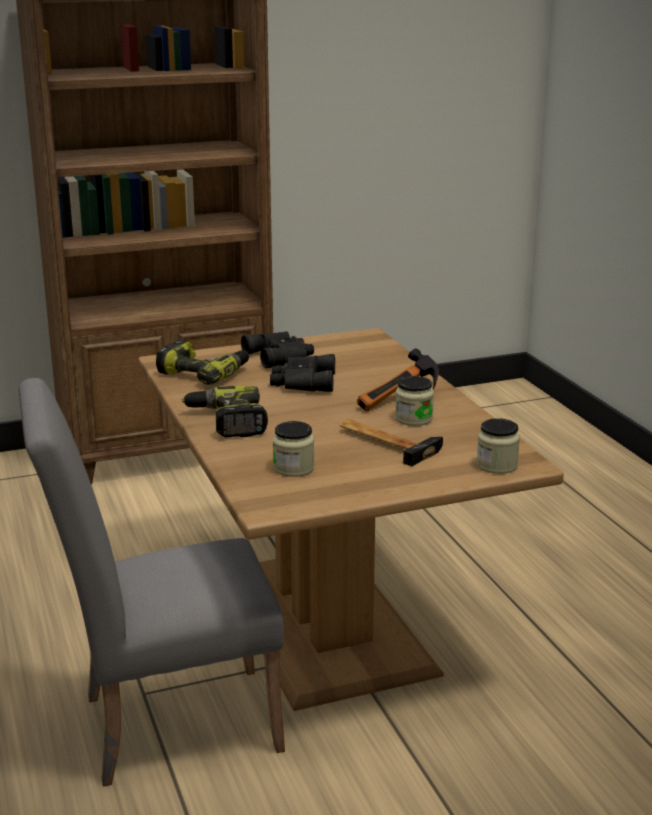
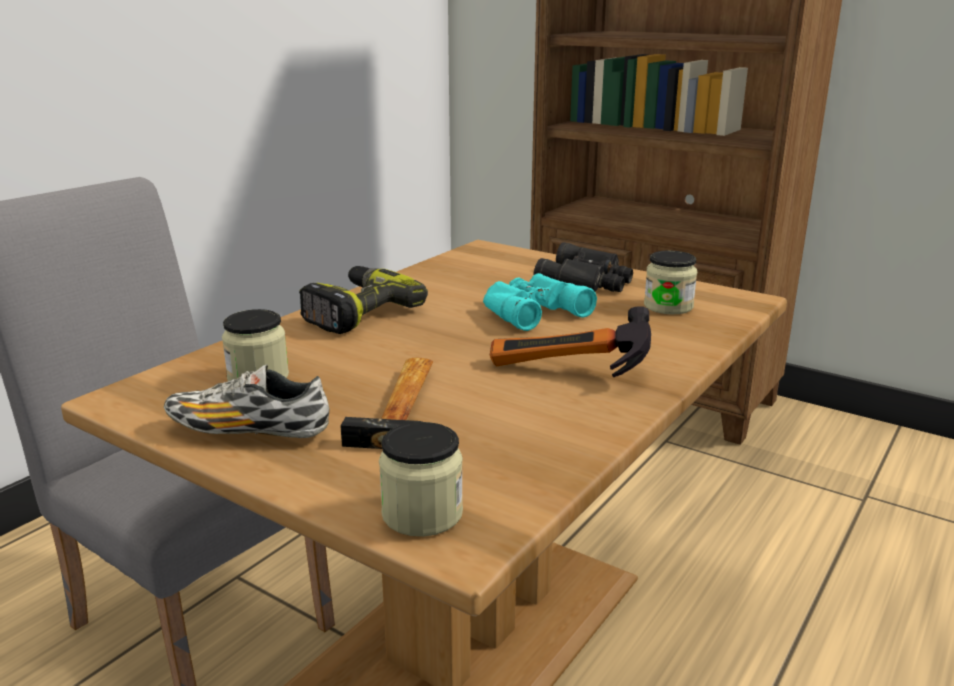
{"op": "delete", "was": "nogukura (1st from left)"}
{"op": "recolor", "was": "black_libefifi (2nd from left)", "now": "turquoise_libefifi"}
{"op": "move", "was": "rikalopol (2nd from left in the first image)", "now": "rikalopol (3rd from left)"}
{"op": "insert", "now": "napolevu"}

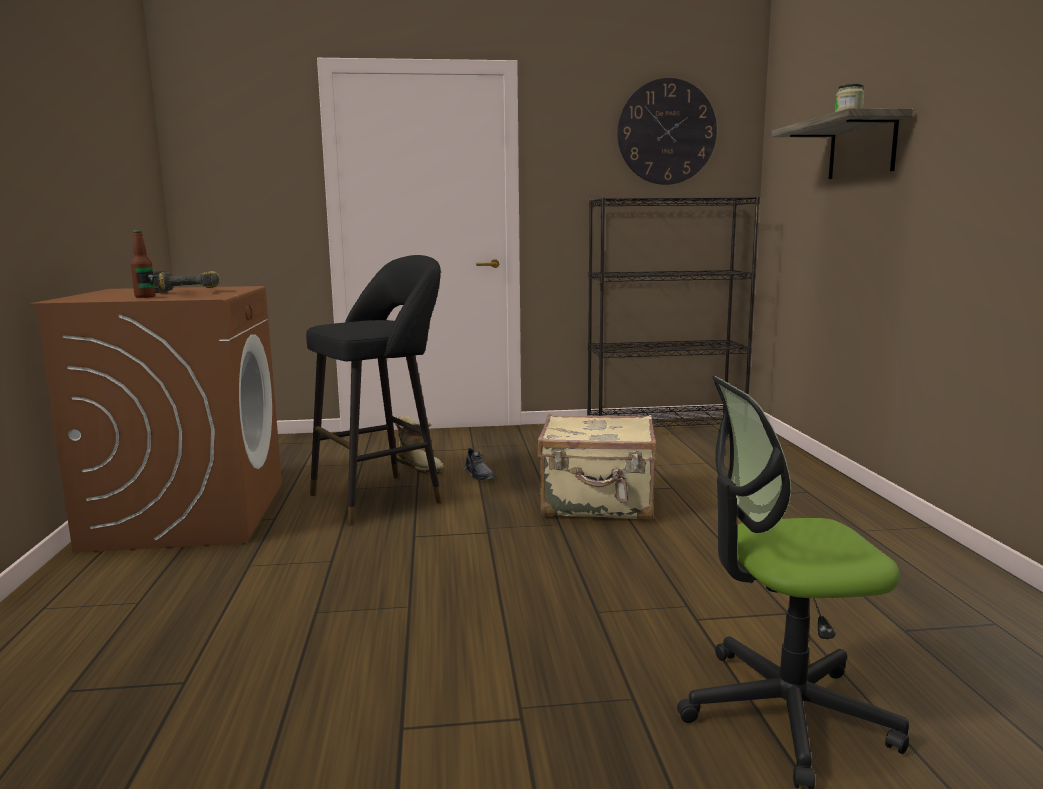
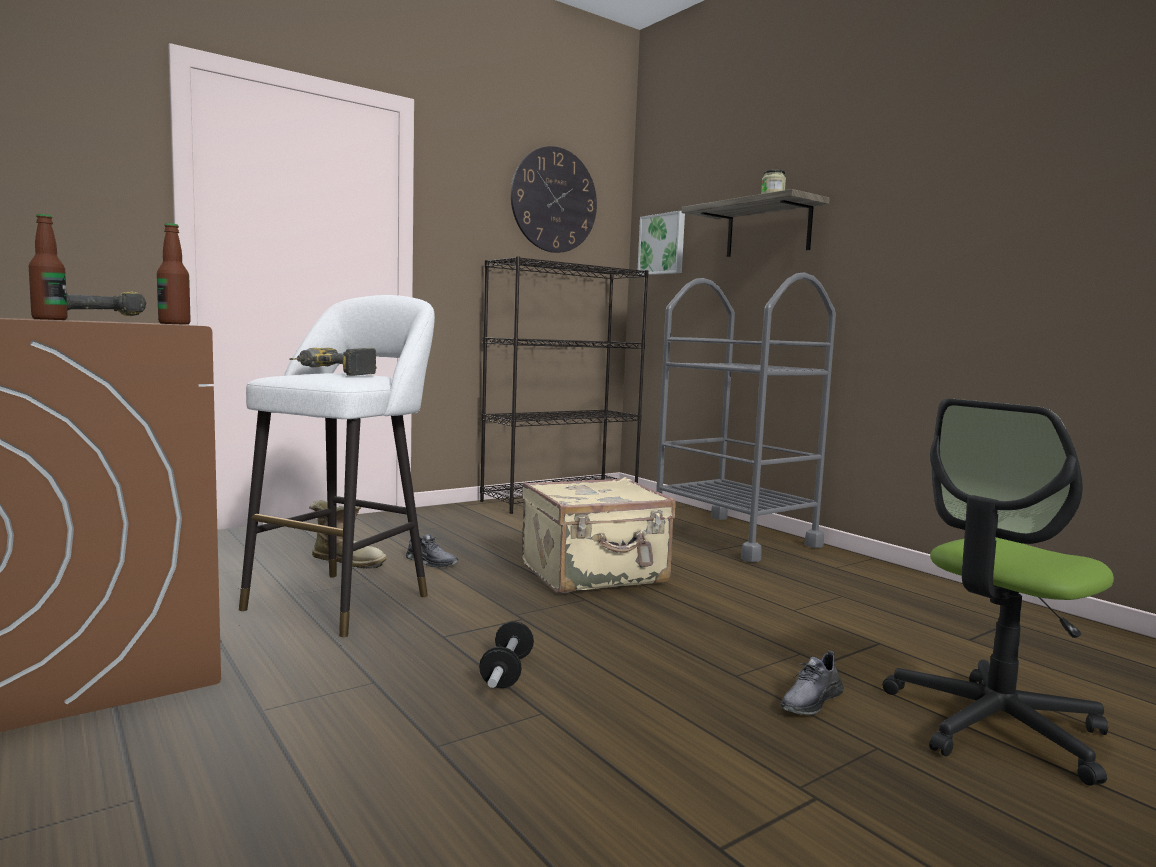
{"op": "recolor", "was": "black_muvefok", "now": "white_muvefok"}
{"op": "insert", "now": "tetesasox"}
{"op": "insert", "now": "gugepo (2nd from left)"}
{"op": "insert", "now": "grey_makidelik"}
{"op": "insert", "now": "nogukura (2nd from left)"}
{"op": "insert", "now": "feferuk"}
{"op": "insert", "now": "grey_napolevu (2nd from left)"}

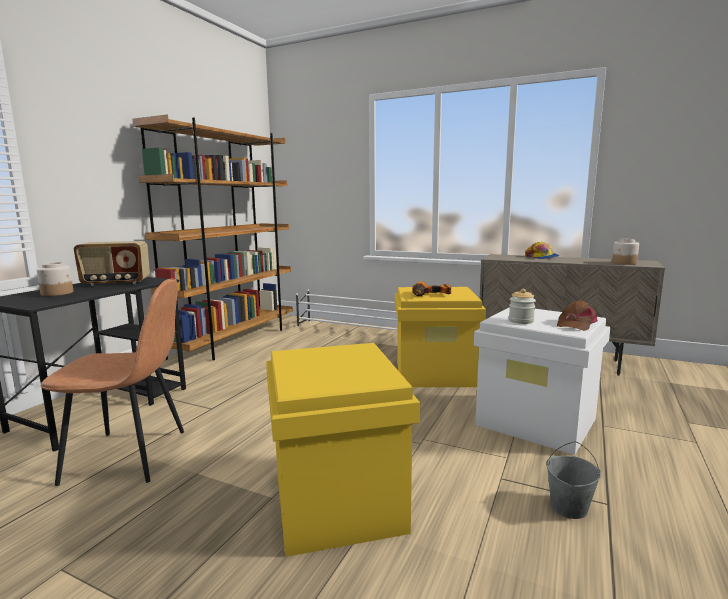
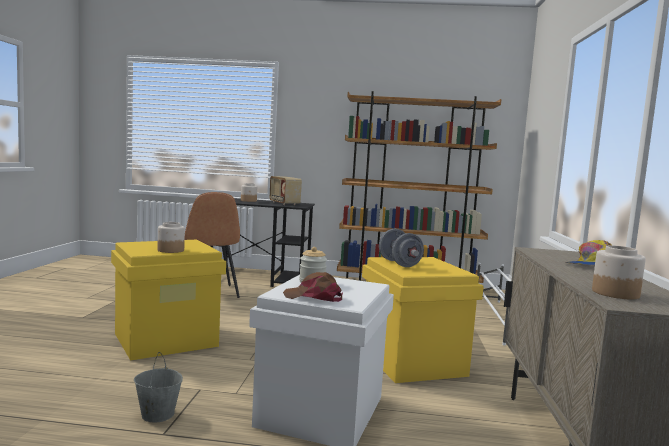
{"op": "replace", "was": "nogukura", "now": "grey_feferuk"}
{"op": "insert", "now": "rikalopol (1st from left)"}

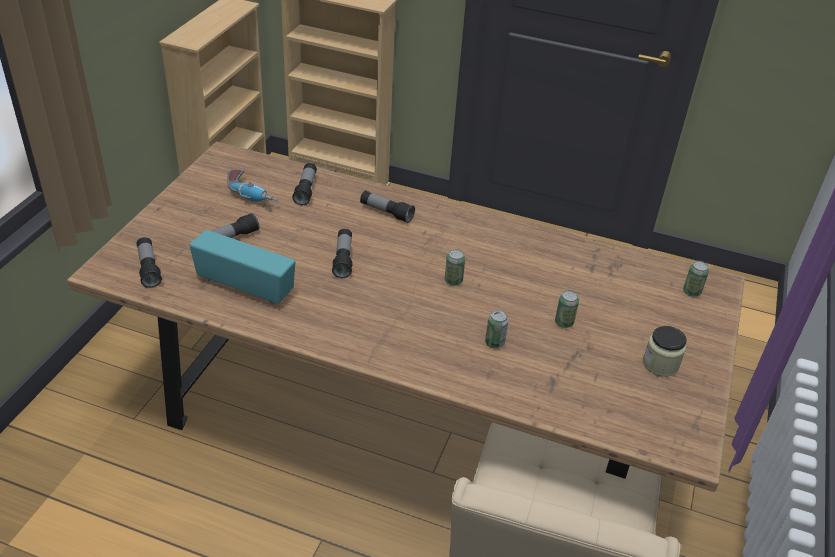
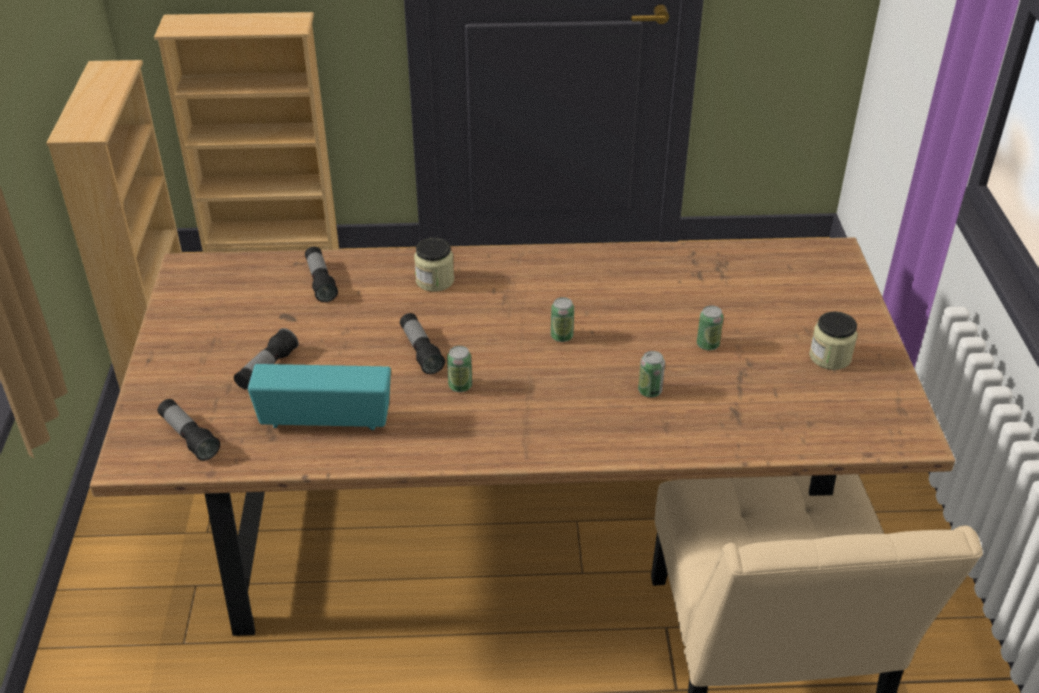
{"op": "delete", "was": "nogukura"}
{"op": "replace", "was": "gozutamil (5th from left)", "now": "rikalopol (1st from left)"}
{"op": "move", "was": "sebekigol (4th from left in the first image)", "now": "sebekigol (1st from left)"}

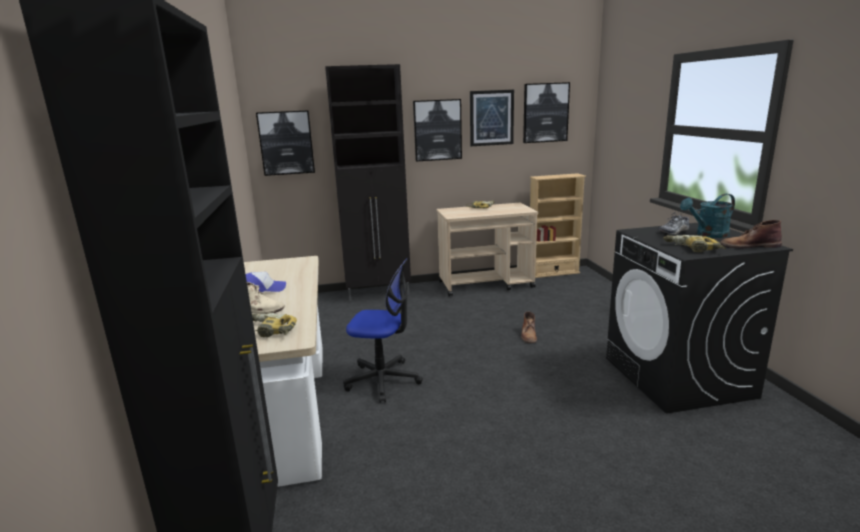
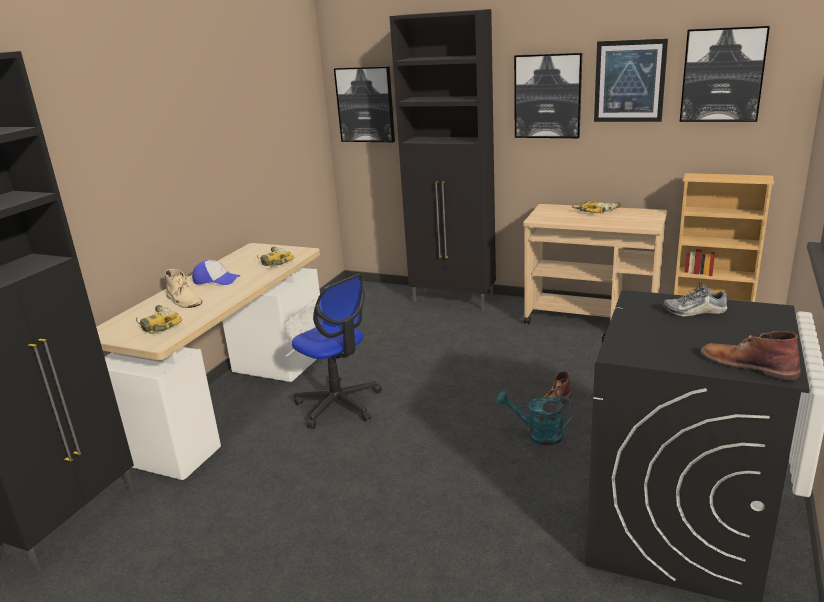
{"op": "move", "was": "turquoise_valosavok"}
{"op": "move", "was": "nogukura (3rd from left in the first image)", "now": "nogukura (2nd from left)"}

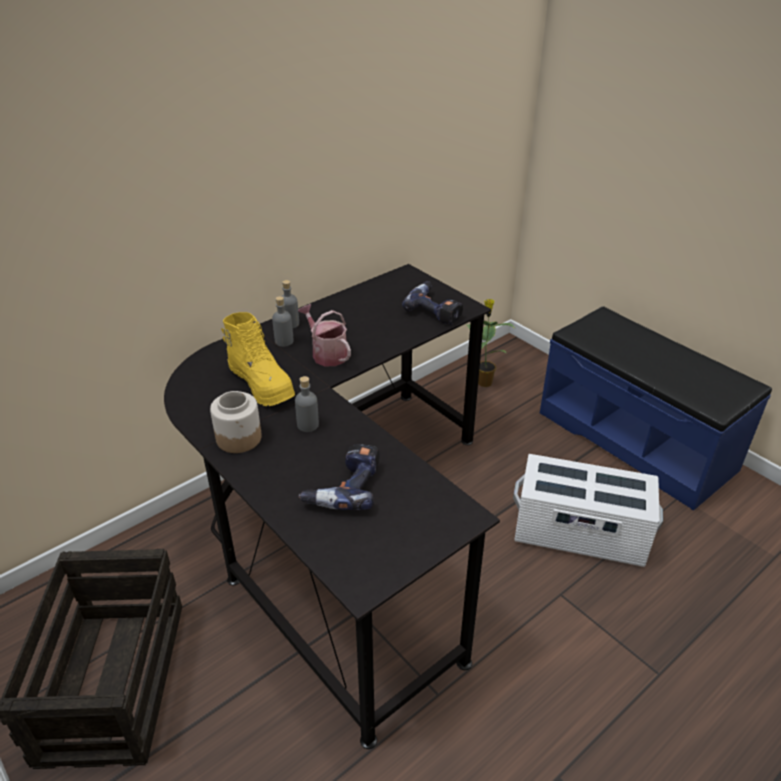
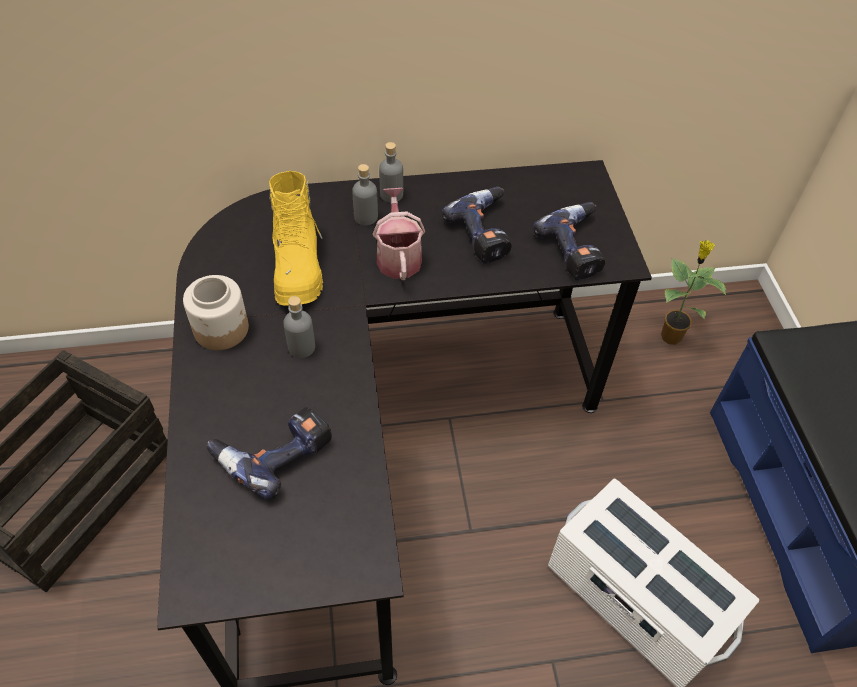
{"op": "insert", "now": "nogukura (2nd from left)"}

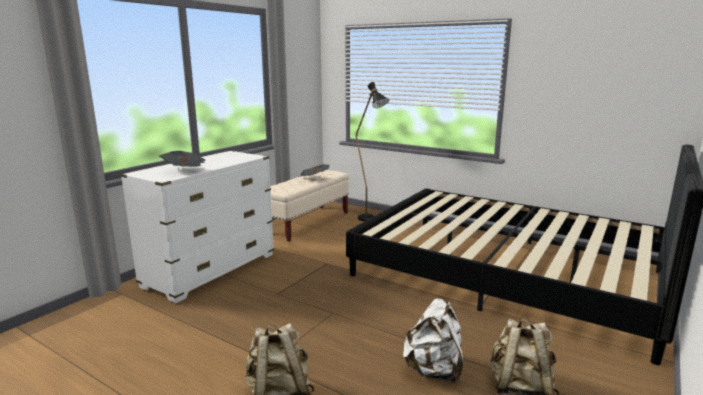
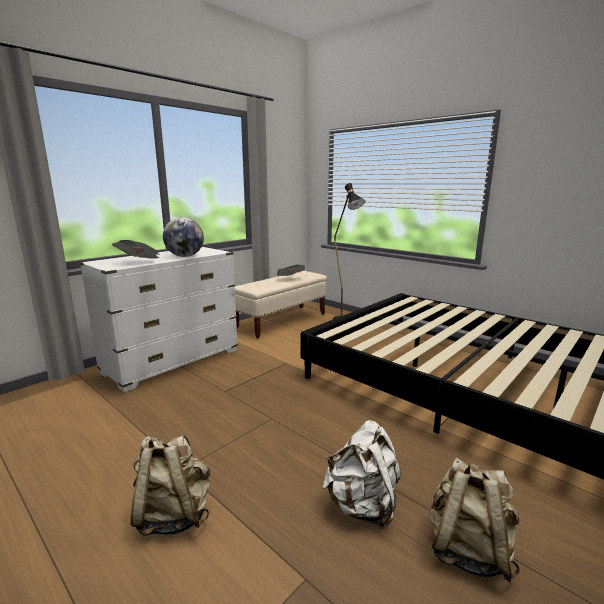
{"op": "insert", "now": "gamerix"}

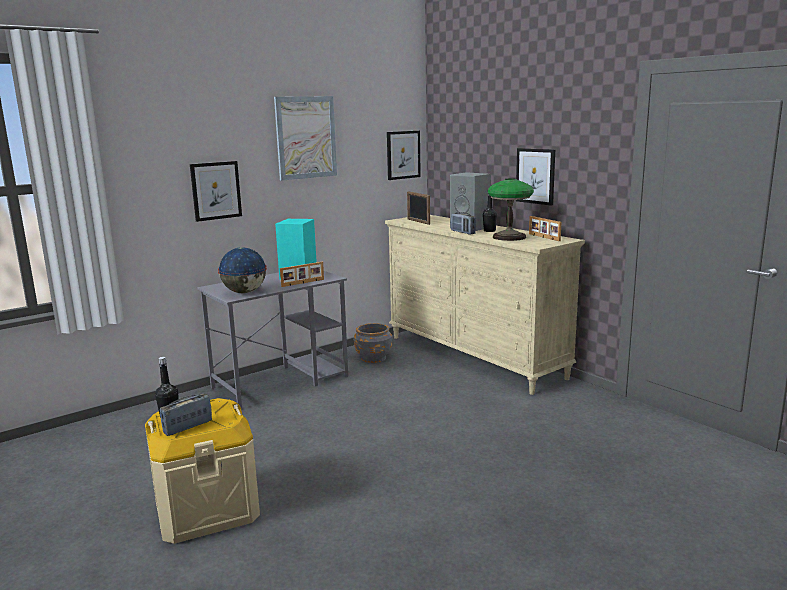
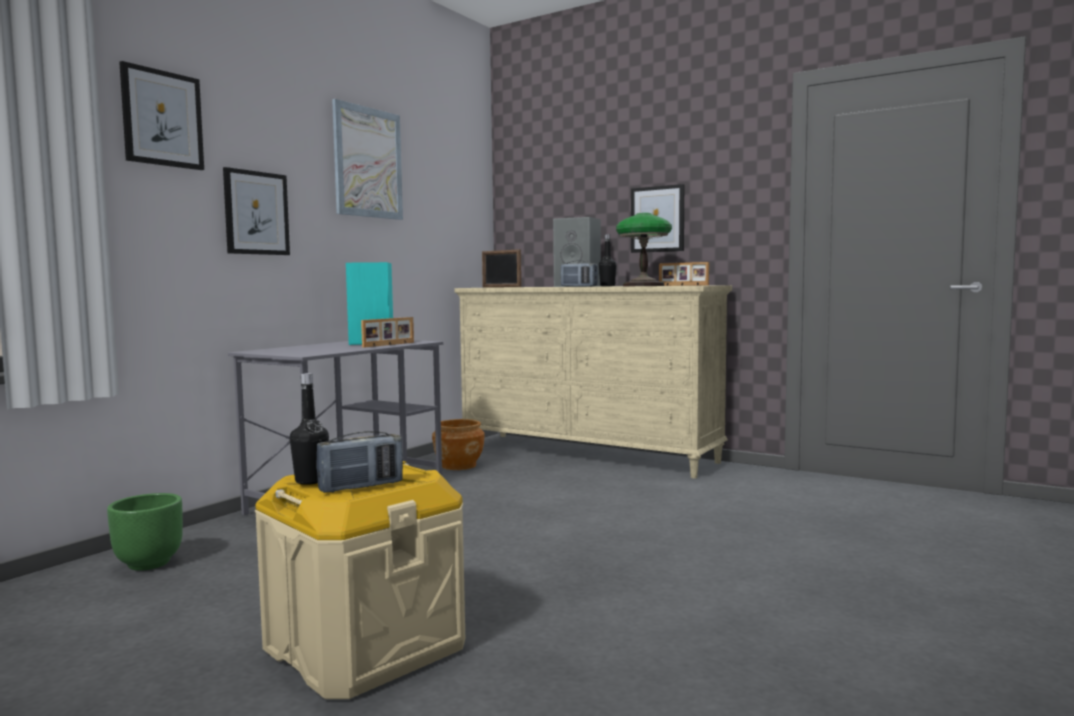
{"op": "move", "was": "tetesasox (3rd from left in the first image)", "now": "tetesasox (1st from left)"}
{"op": "delete", "was": "gamerix"}
{"op": "recolor", "was": "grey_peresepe", "now": "brown_peresepe"}
{"op": "rotate", "was": "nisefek (1st from left)", "clockwise": -150}
{"op": "insert", "now": "green_peresepe"}

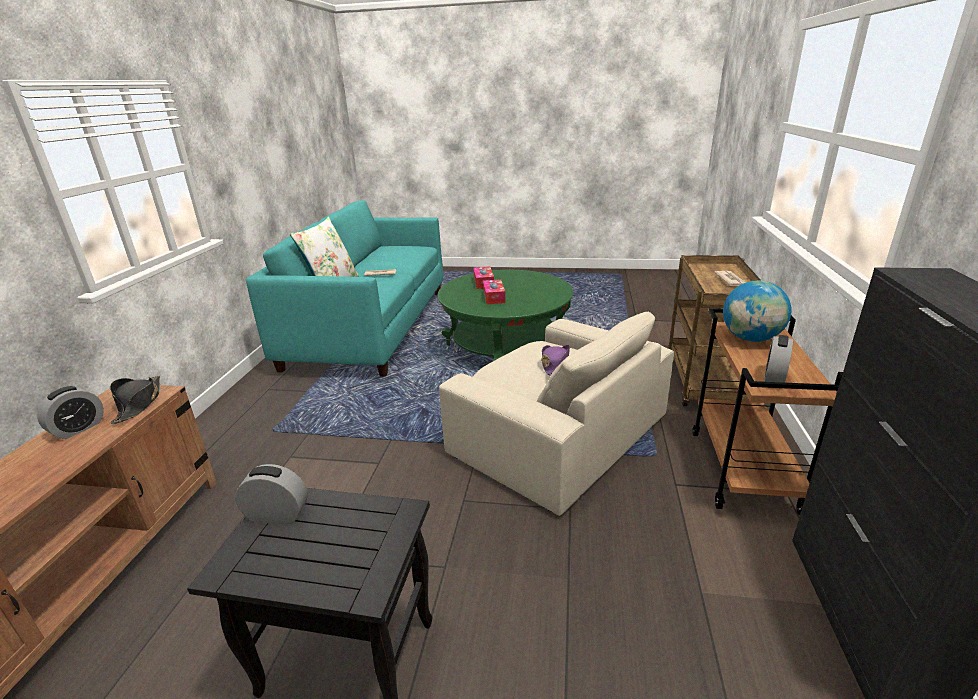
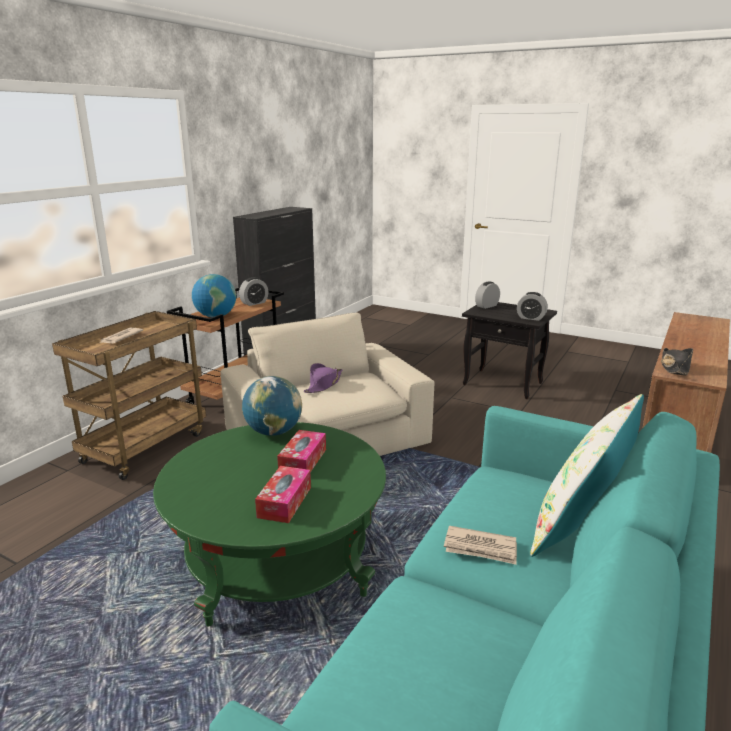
{"op": "move", "was": "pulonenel (1st from left in the first image)", "now": "pulonenel (2nd from left)"}
{"op": "insert", "now": "gamerix (2nd from left)"}

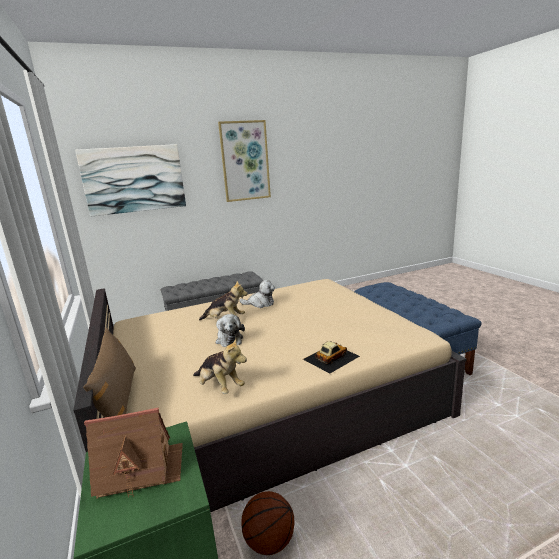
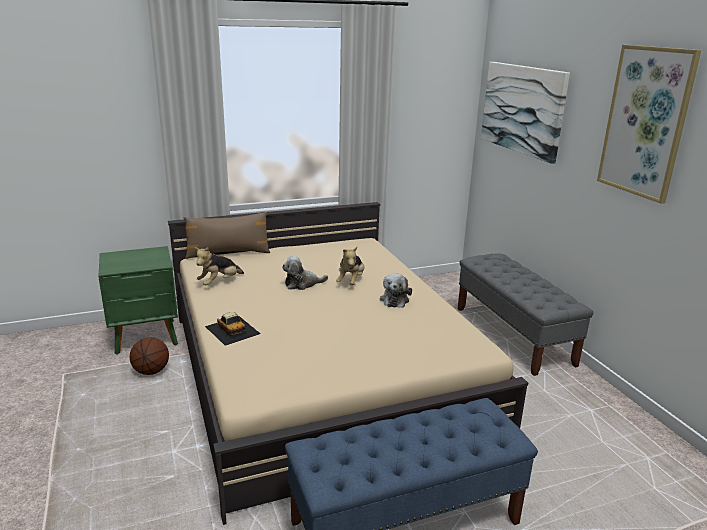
{"op": "delete", "was": "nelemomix"}

